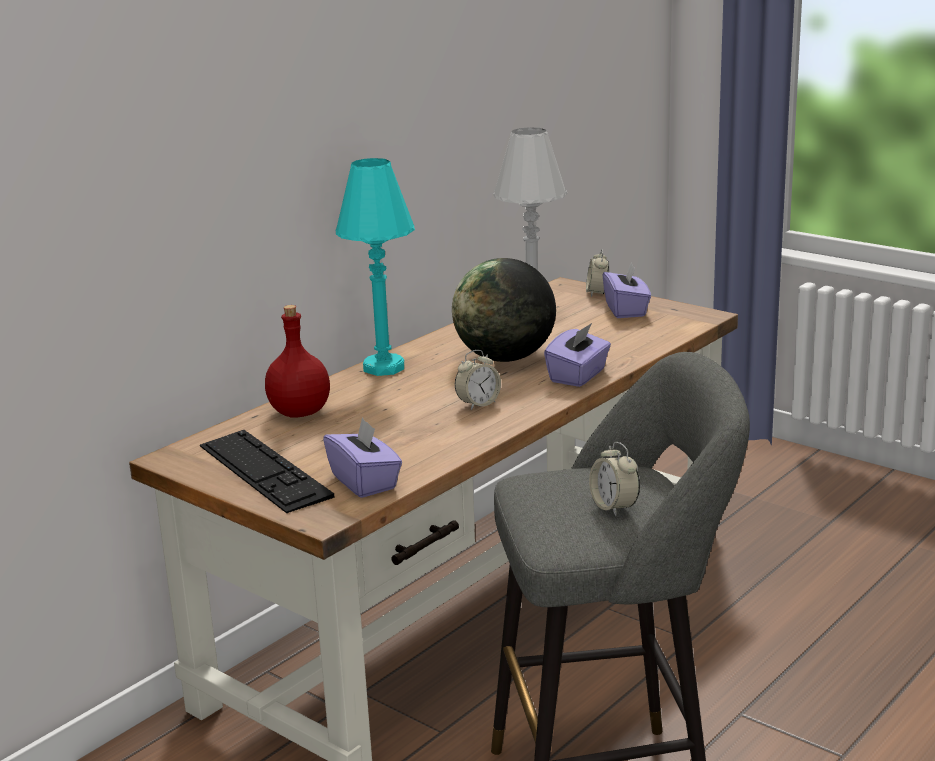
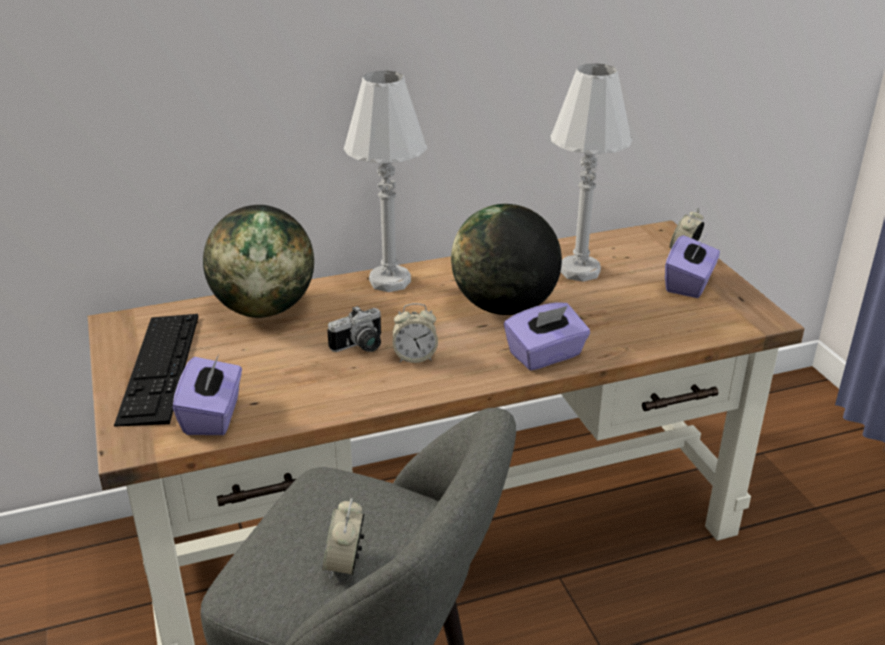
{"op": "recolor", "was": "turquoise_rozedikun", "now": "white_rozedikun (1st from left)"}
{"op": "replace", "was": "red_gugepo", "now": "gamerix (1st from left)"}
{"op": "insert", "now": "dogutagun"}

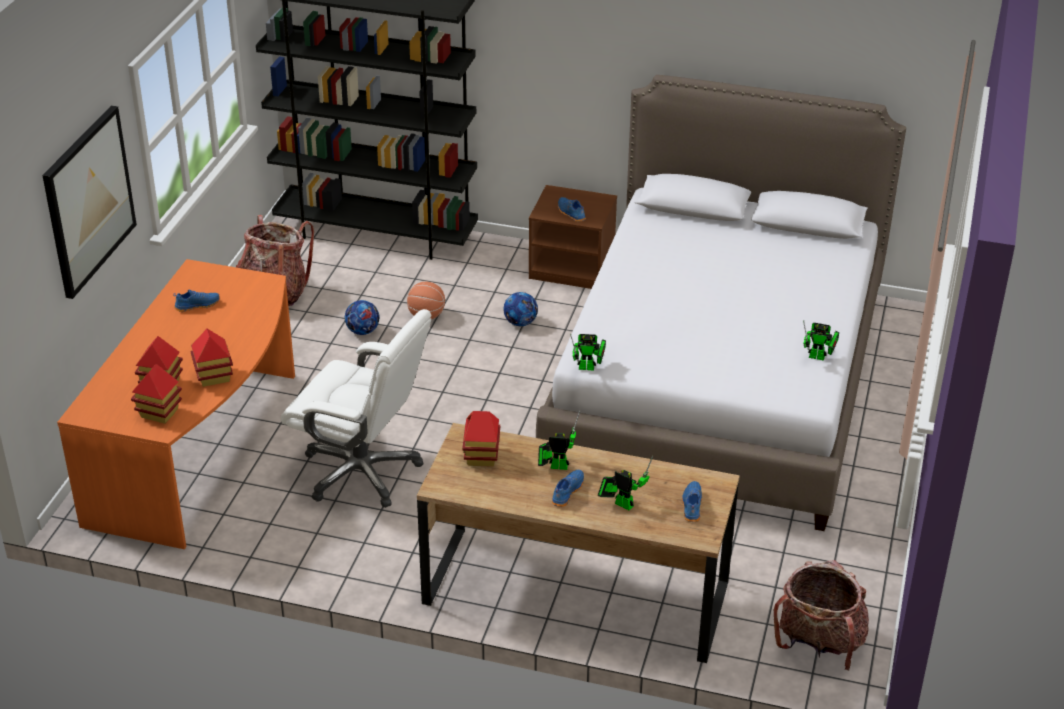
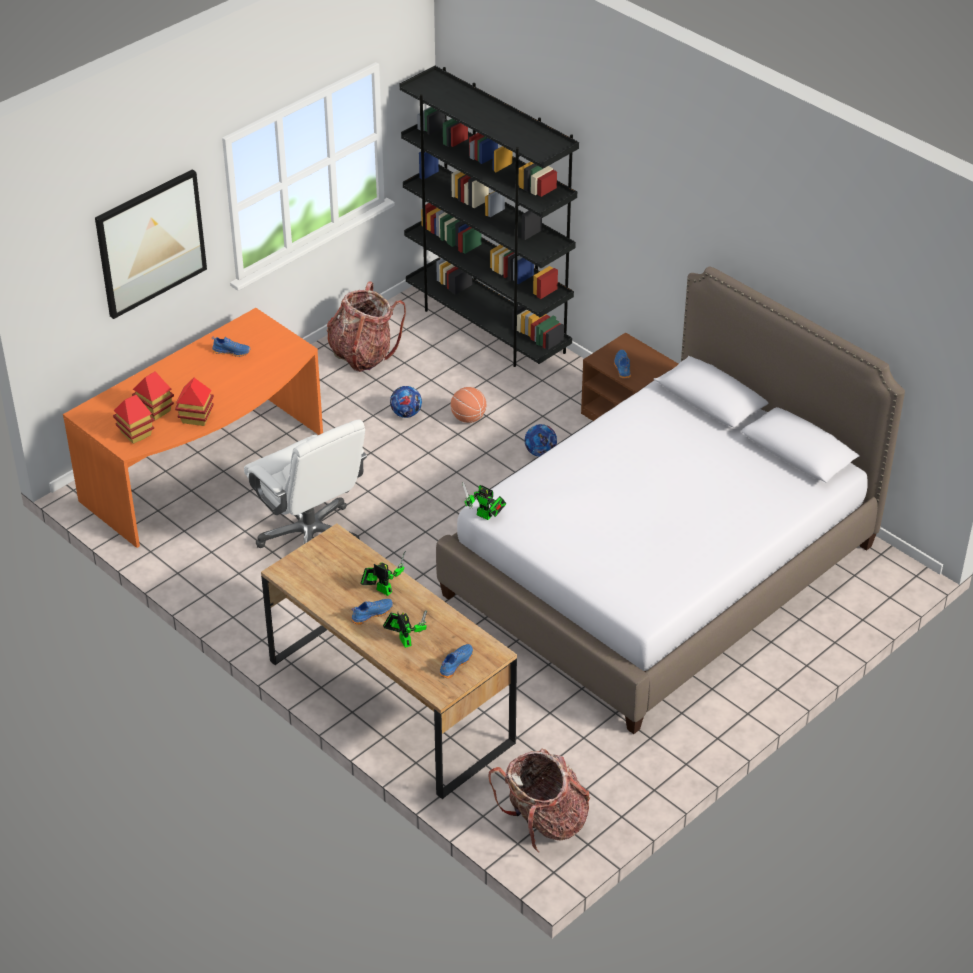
{"op": "delete", "was": "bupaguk (4th from left)"}
{"op": "delete", "was": "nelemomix (4th from left)"}

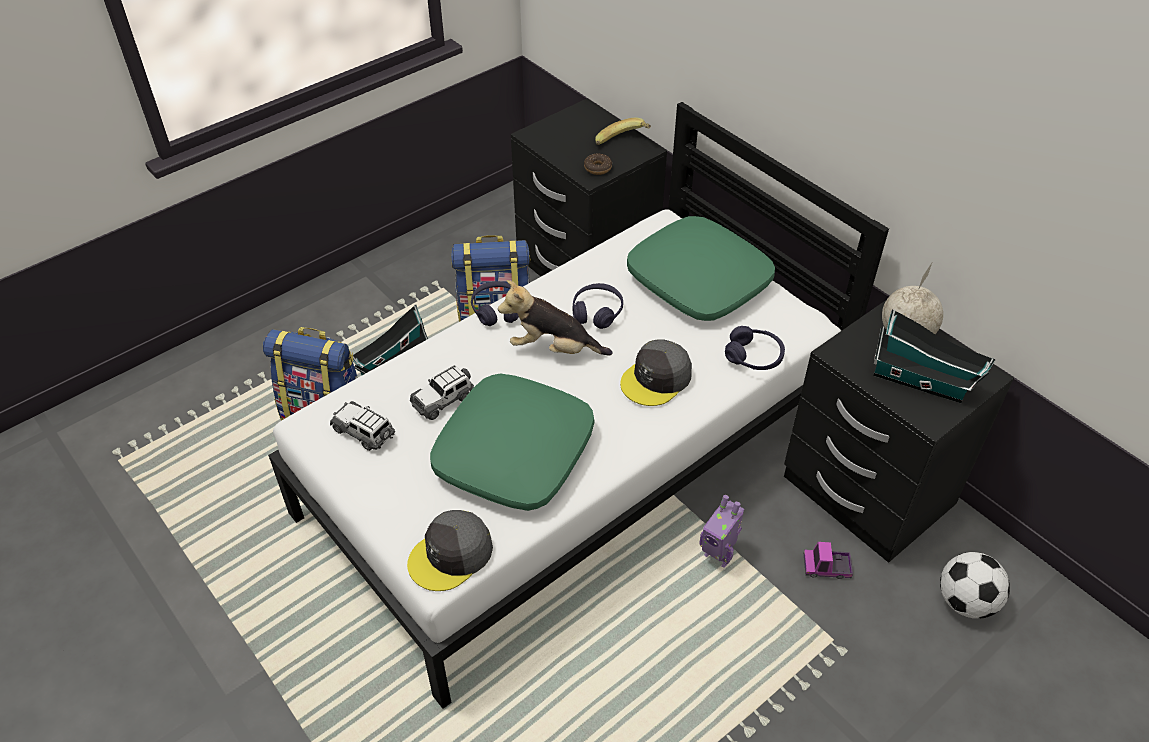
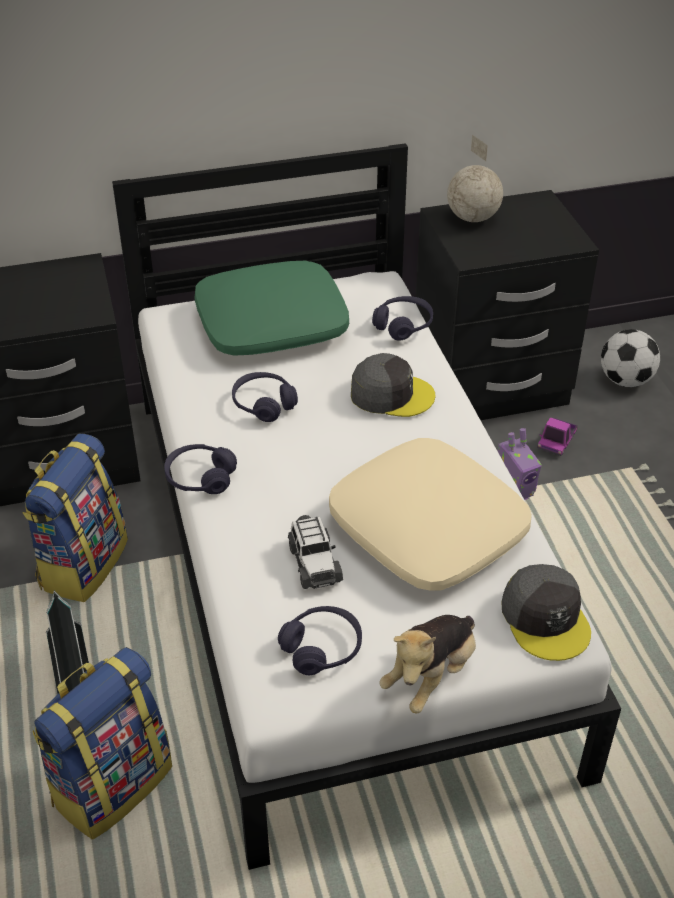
{"op": "delete", "was": "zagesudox"}
{"op": "delete", "was": "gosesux"}
{"op": "move", "was": "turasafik"}
{"op": "delete", "was": "nelemomix (2nd from left)"}
{"op": "rotate", "was": "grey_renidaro (2nd from left in the first image)", "clockwise": -60}
{"op": "recolor", "was": "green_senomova (1st from left)", "now": "beige_senomova"}
{"op": "replace", "was": "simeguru (1st from left)", "now": "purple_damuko (3rd from left)"}

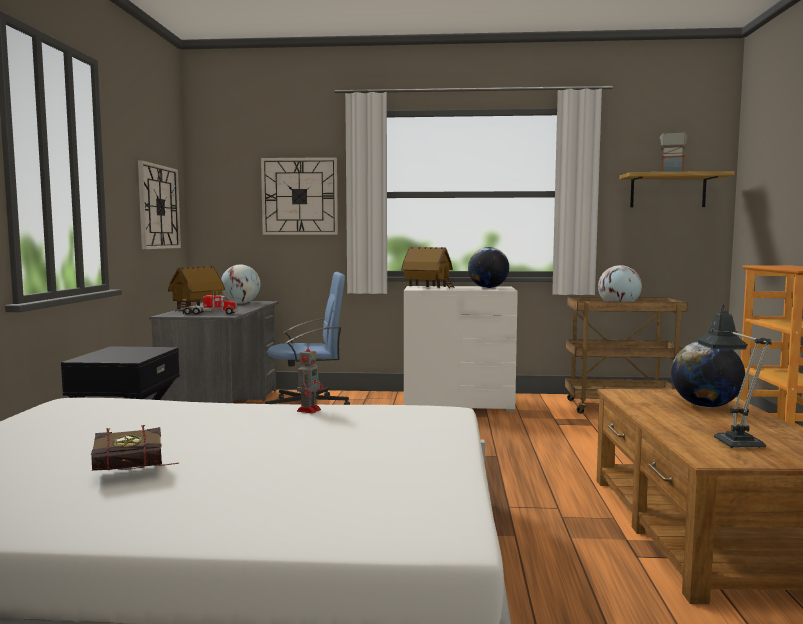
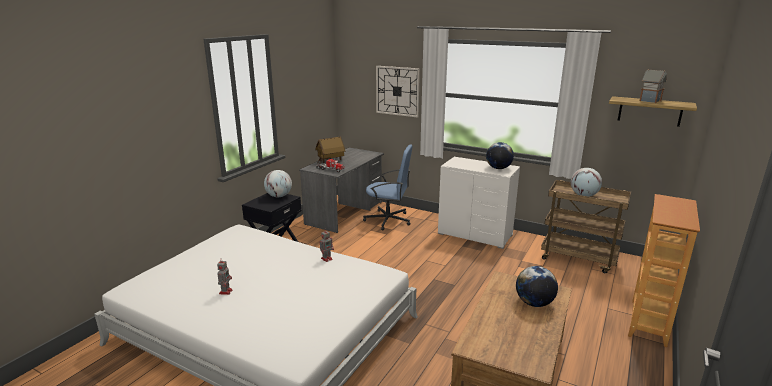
{"op": "delete", "was": "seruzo (1st from left)"}
{"op": "delete", "was": "nelemomix (2nd from left)"}
{"op": "move", "was": "gamerix (1st from left)"}
{"op": "delete", "was": "rozedikun"}
{"op": "replace", "was": "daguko", "now": "bupaguk (1st from left)"}

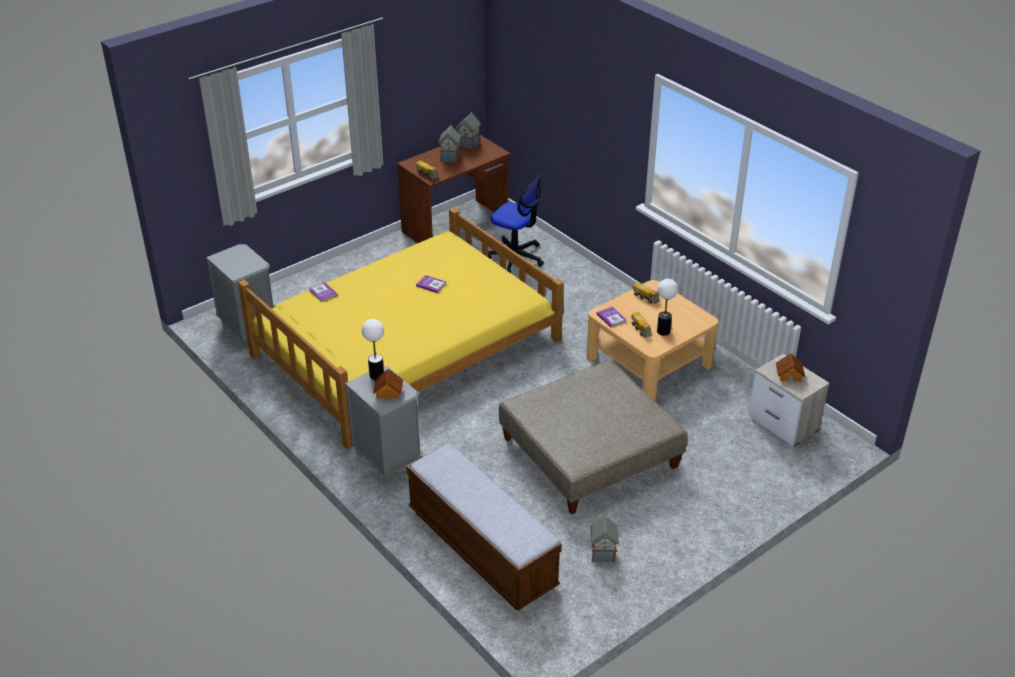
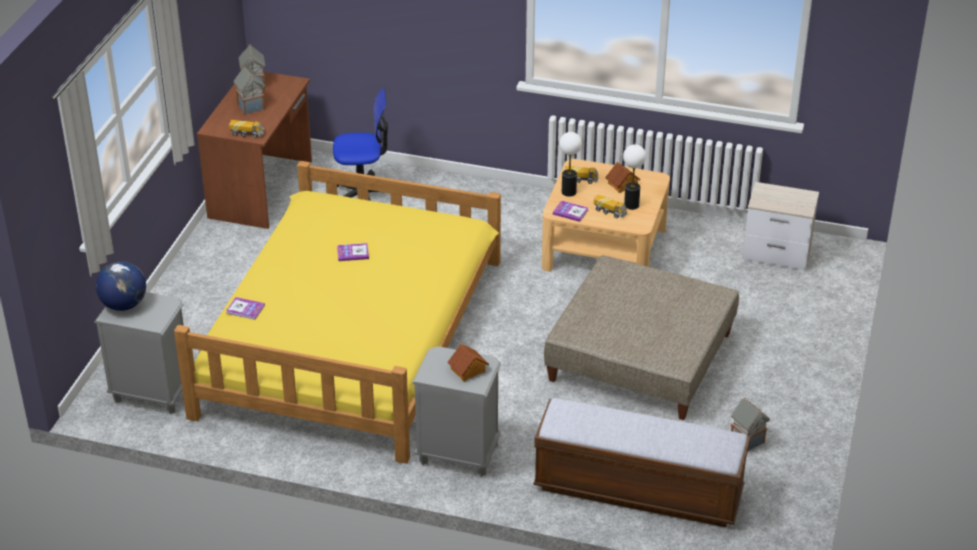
{"op": "move", "was": "rozedikun (1st from left)"}
{"op": "move", "was": "nelemomix (5th from left in the first image)", "now": "nelemomix (4th from left)"}
{"op": "insert", "now": "gamerix"}

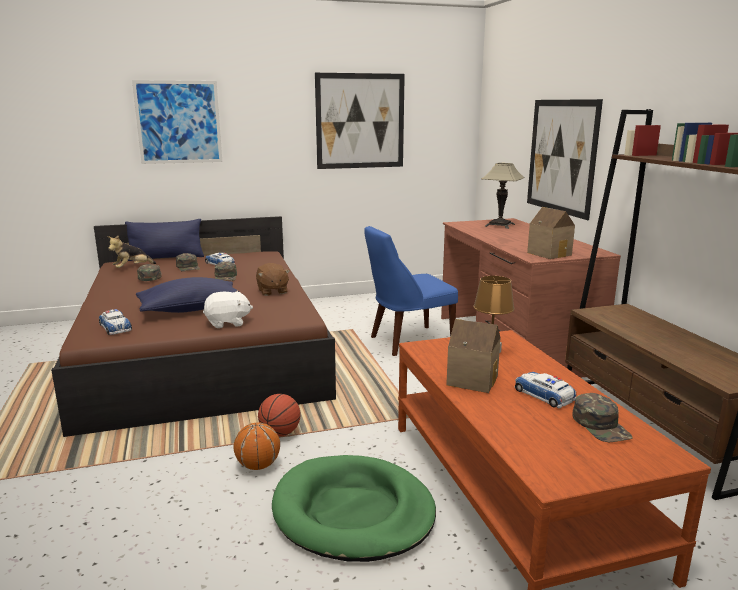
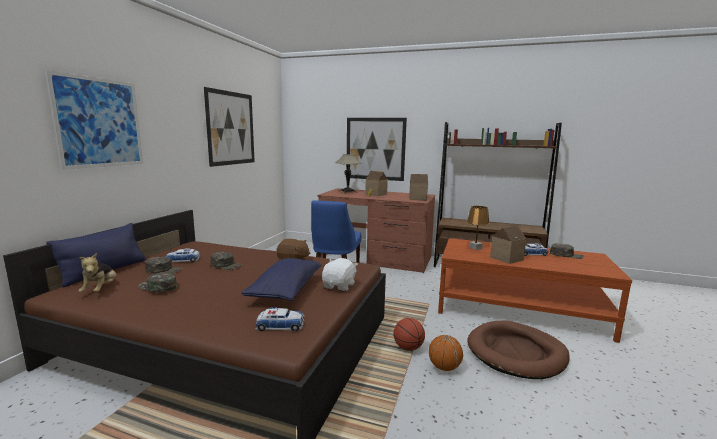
{"op": "recolor", "was": "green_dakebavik", "now": "brown_dakebavik"}
{"op": "insert", "now": "nelemomix (1st from left)"}

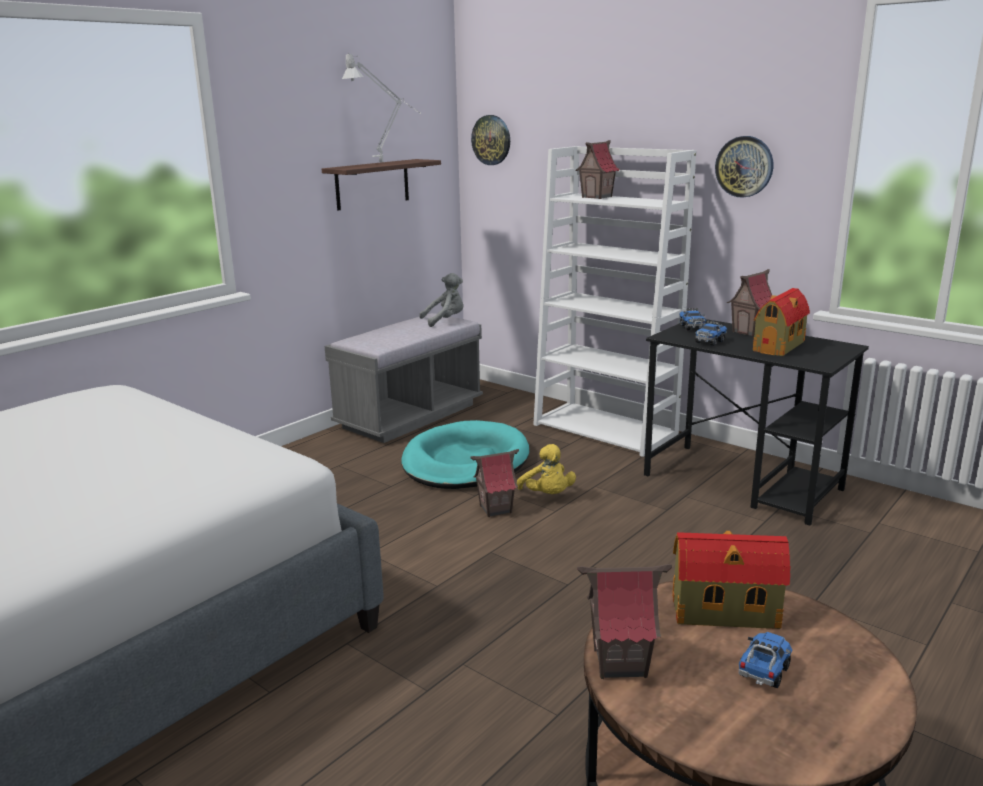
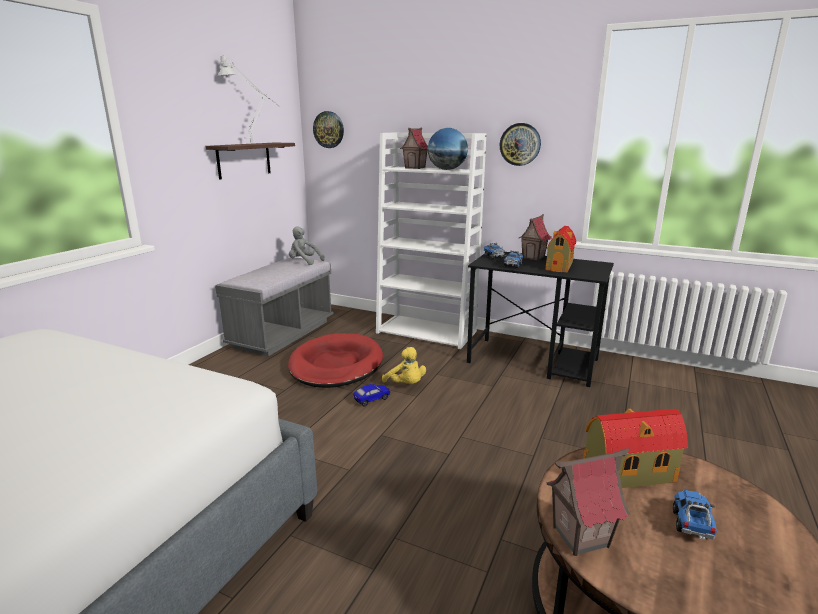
{"op": "rotate", "was": "grey_turasafik", "clockwise": -120}
{"op": "recolor", "was": "turquoise_dakebavik", "now": "red_dakebavik"}
{"op": "replace", "was": "nelemomix (1st from left)", "now": "simeguru"}
{"op": "insert", "now": "gamerix"}

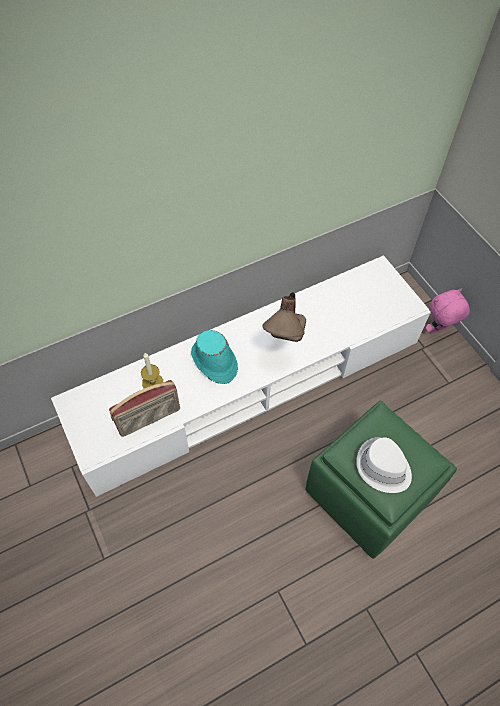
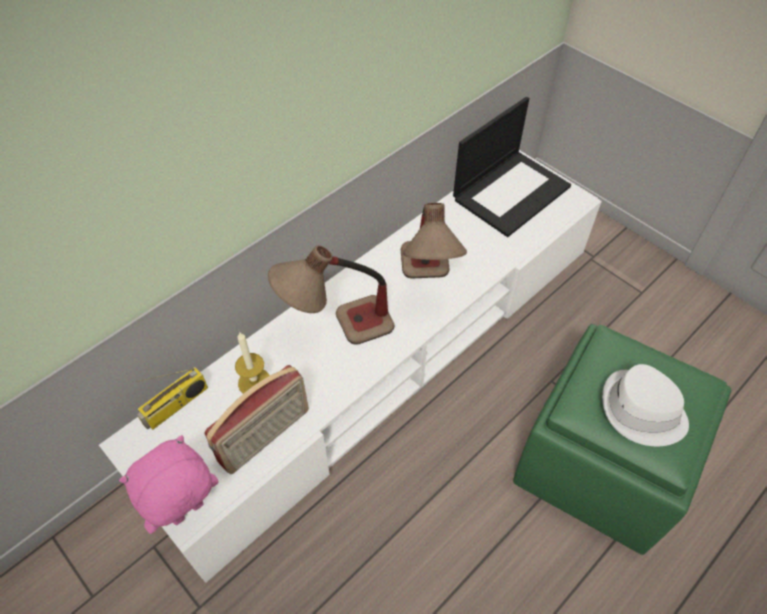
{"op": "move", "was": "pink_turasafik"}
{"op": "replace", "was": "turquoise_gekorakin", "now": "rozedikun (1st from left)"}
{"op": "insert", "now": "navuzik"}
{"op": "insert", "now": "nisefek (1st from left)"}

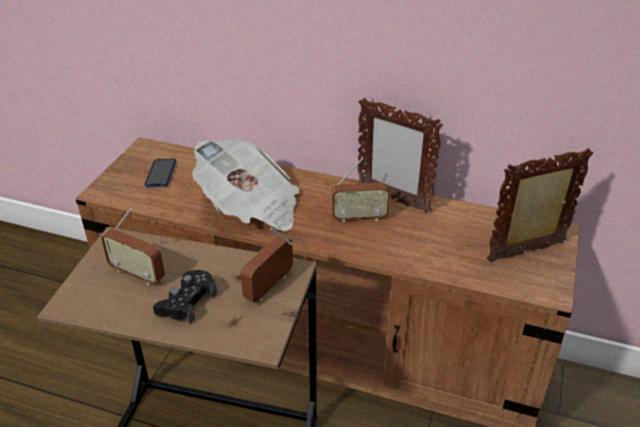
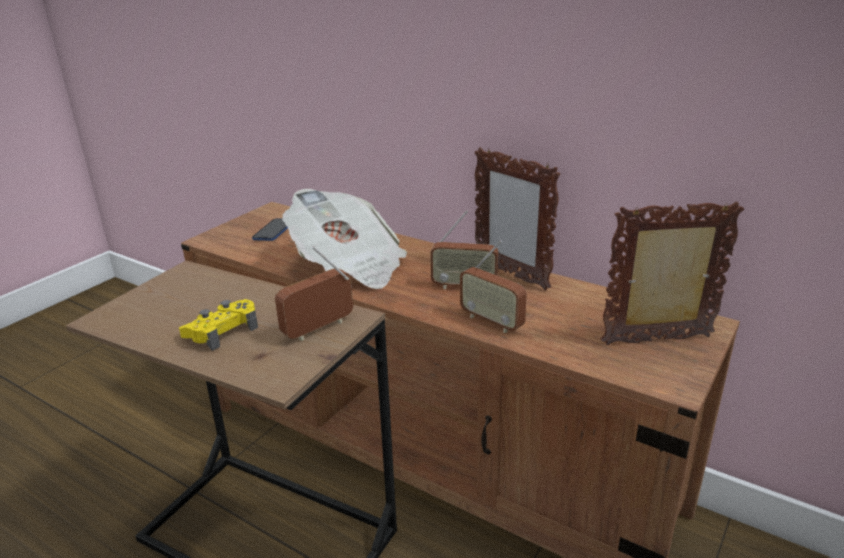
{"op": "move", "was": "nisefek (1st from left in the first image)", "now": "nisefek (3rd from left)"}
{"op": "recolor", "was": "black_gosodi", "now": "yellow_gosodi"}

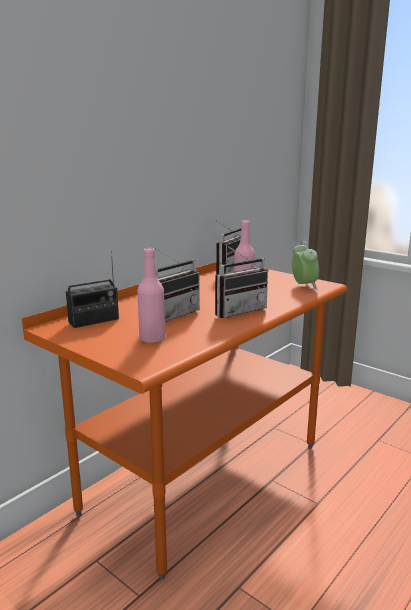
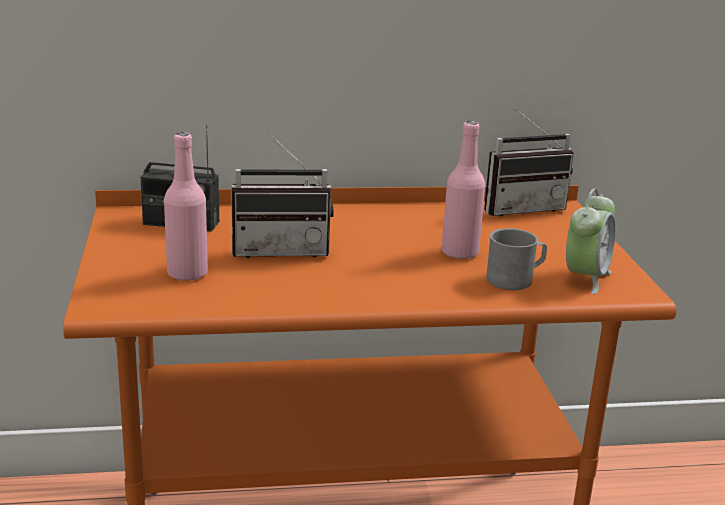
{"op": "delete", "was": "nisefek (4th from left)"}
{"op": "insert", "now": "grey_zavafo"}

